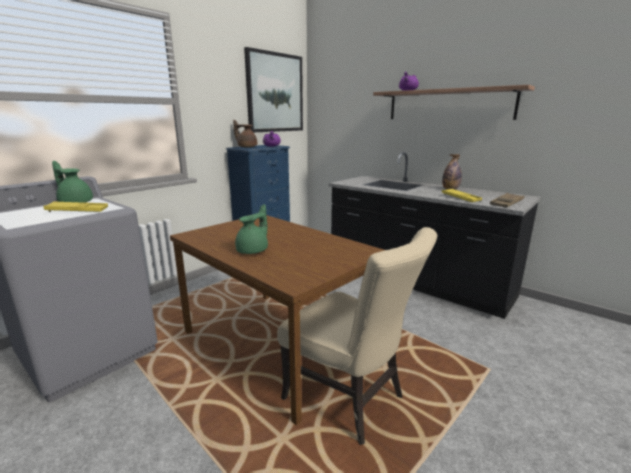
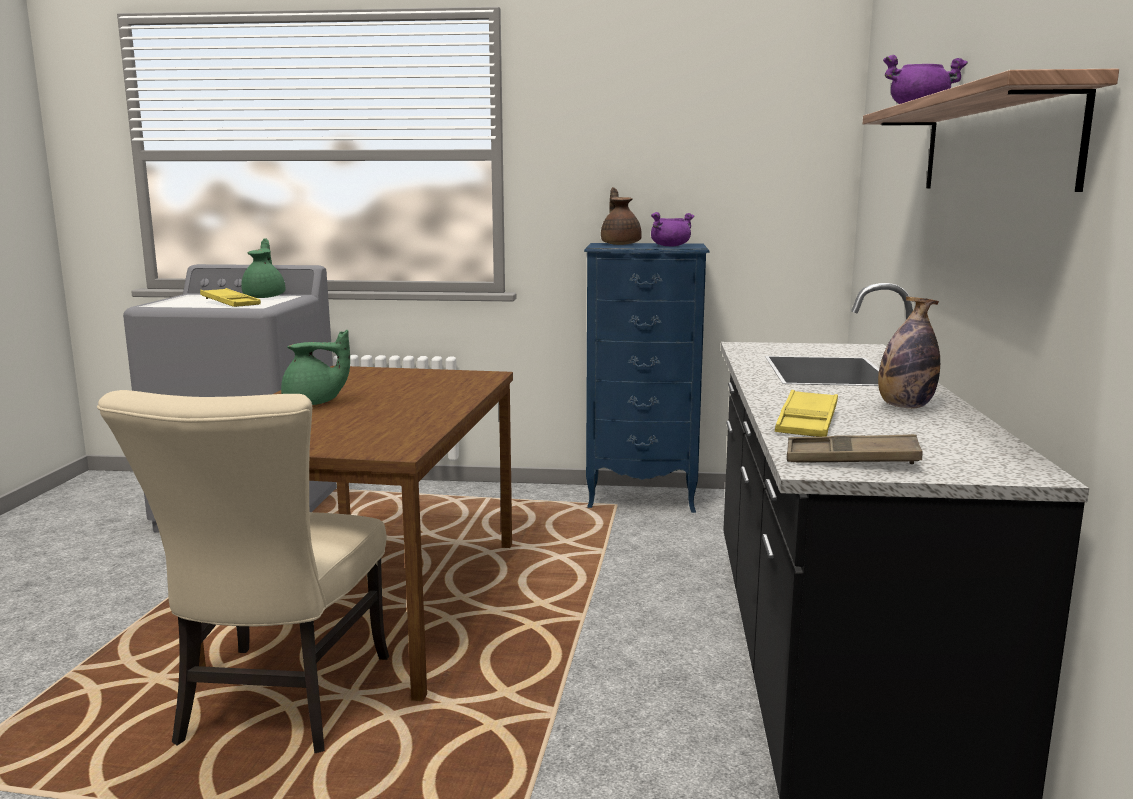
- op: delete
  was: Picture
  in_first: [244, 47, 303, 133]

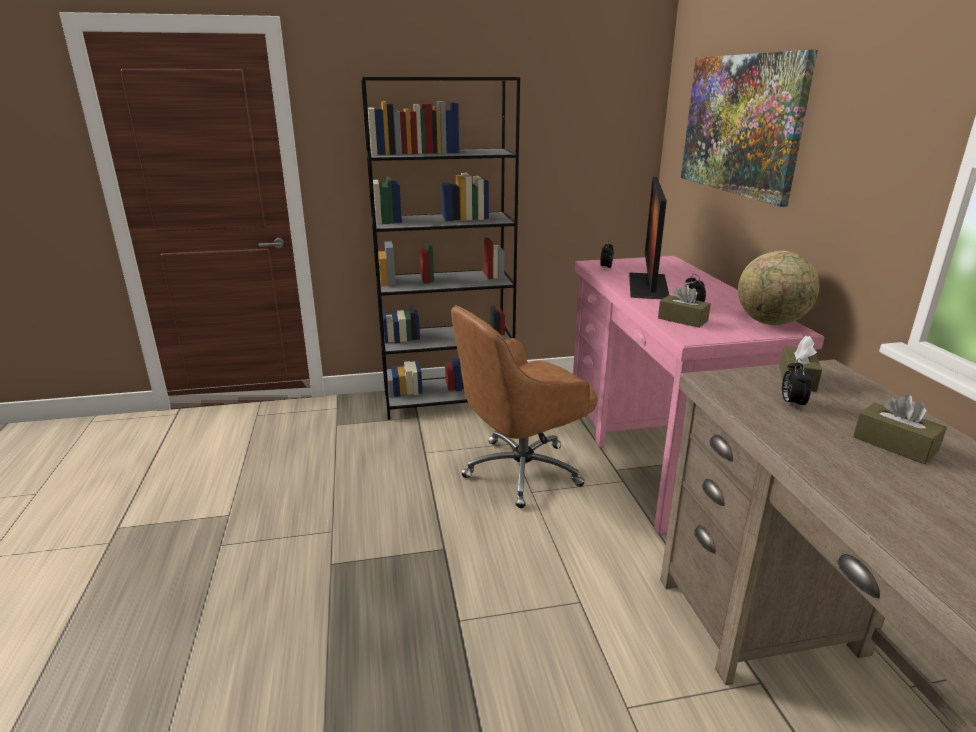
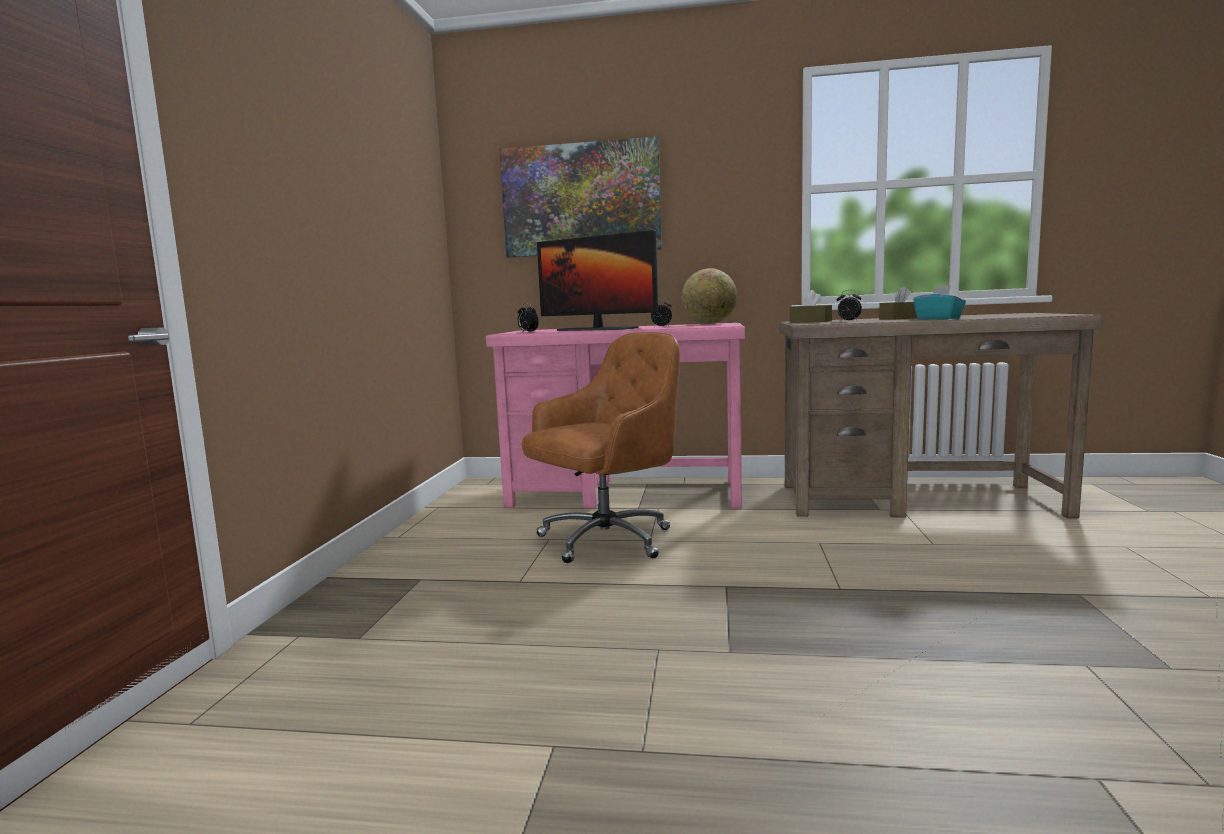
- op: delete
  was: GreyBookcase
  in_first: [361, 77, 520, 420]
- op: rotate
  was: BrownOfficeChair
  in_first: [451, 305, 598, 508]
  in_second: [521, 332, 680, 563]
  clockwise: -120
- op: delete
  was: BrownTissueBox
  in_first: [658, 284, 711, 328]
- op: insert
  now: TurquoiseTissueBox
  in_second: [913, 285, 966, 320]

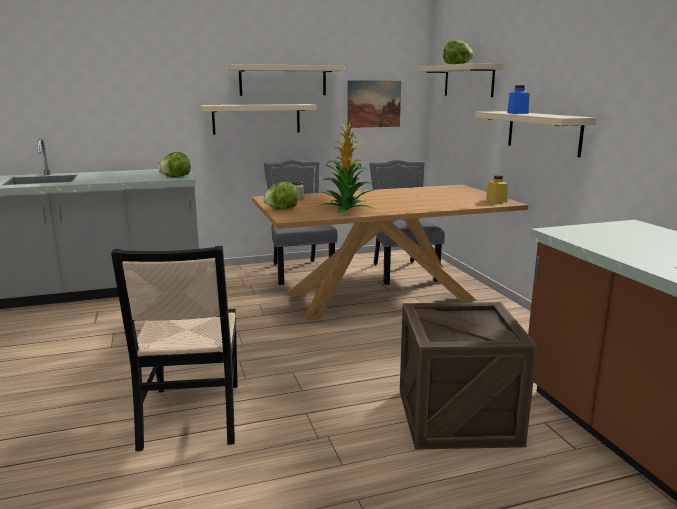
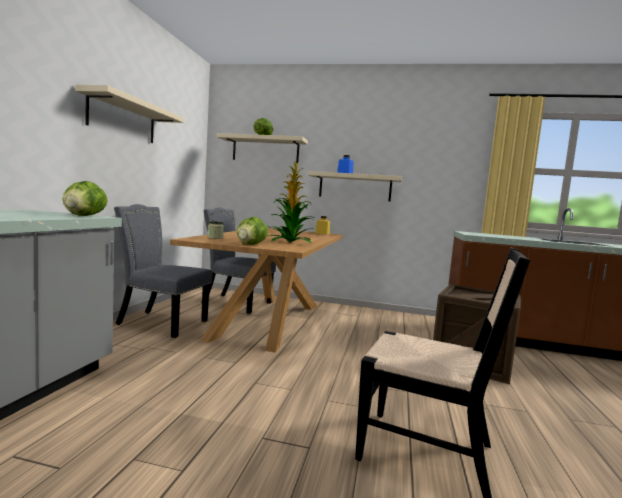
- op: delete
  was: BeigeShelf
  in_first: [200, 104, 317, 135]
- op: delete
  was: Picture
  in_first: [347, 80, 401, 128]

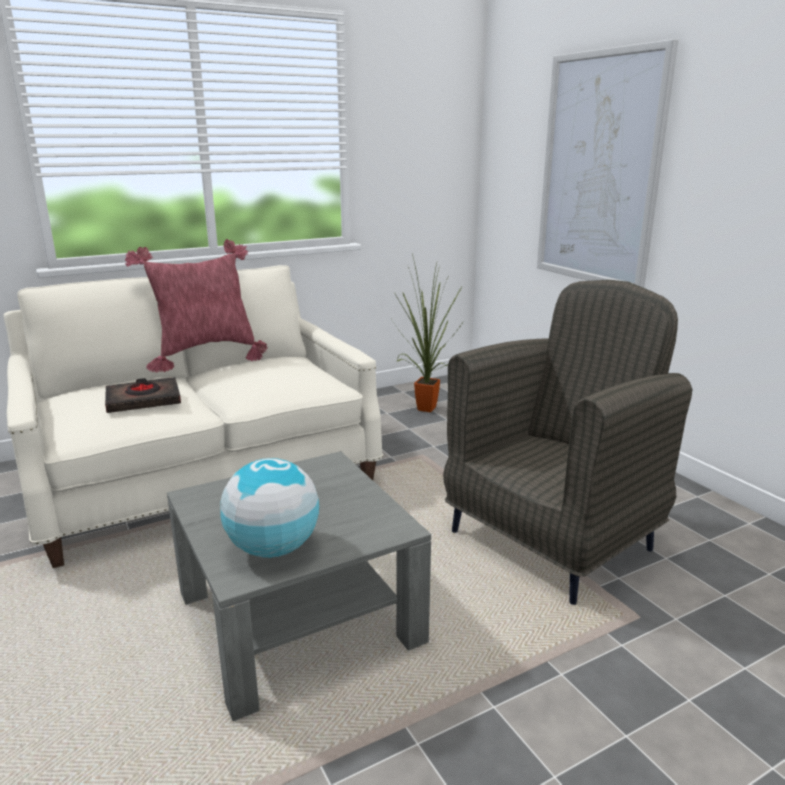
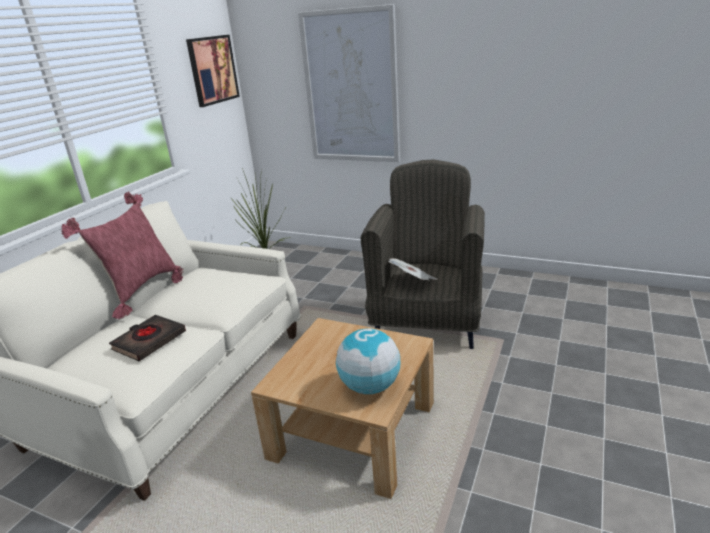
- op: recolor
  was: GreyCoffeeTable
  now: BrownCoffeeTable
  in_first: [167, 451, 431, 721]
  in_second: [251, 318, 434, 499]
- op: insert
  now: Picture
  in_second: [186, 35, 240, 107]
- op: insert
  now: Newspaper
  in_second: [388, 258, 437, 281]

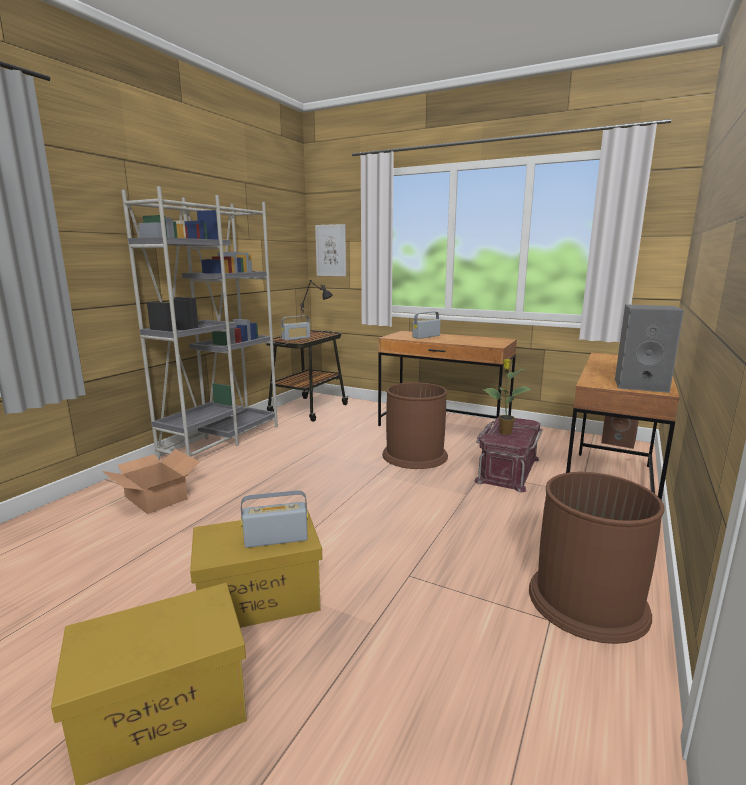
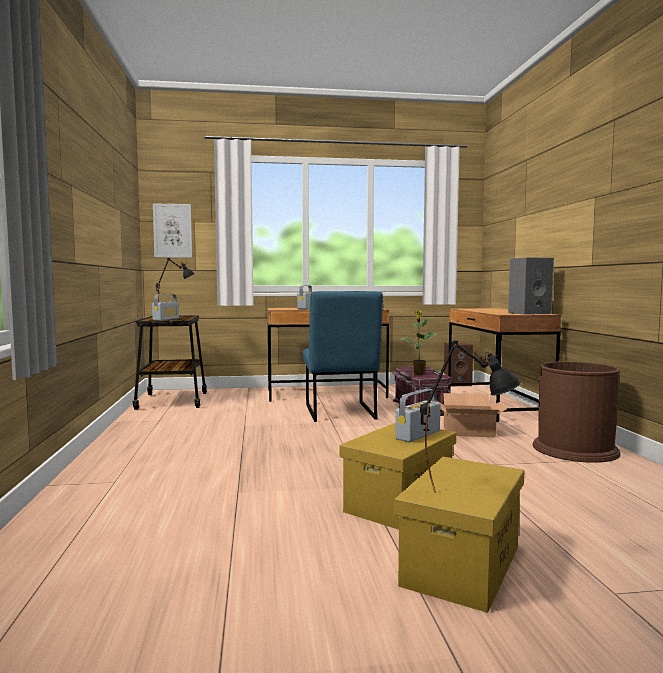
- op: move
  was: CardboardBox
  in_first: [102, 449, 199, 514]
  in_second: [436, 393, 507, 437]
- op: delete
  was: GreyBookcase
  in_first: [121, 186, 278, 460]
- op: replace
  was: BrownTrashCan
  now: BlueChair
  in_first: [382, 382, 448, 469]
  in_second: [303, 291, 383, 422]
- op: insert
  now: BlackTableLamp
  in_second: [420, 340, 521, 493]

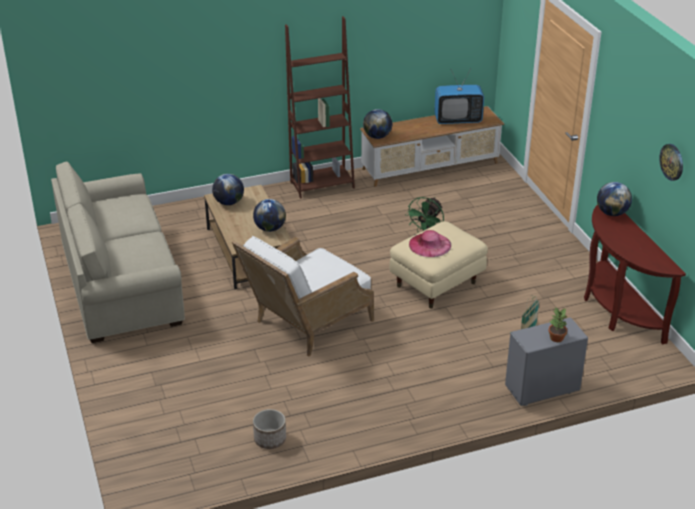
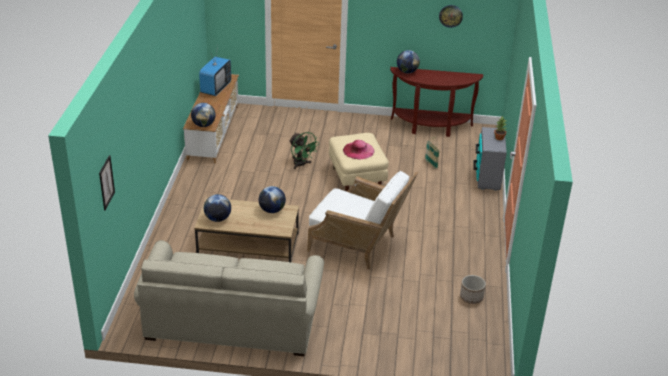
- op: rotate
  was: WhiteArmchair
  in_first: [232, 236, 374, 357]
  in_second: [307, 171, 418, 270]
  clockwise: -45
- op: delete
  was: BrownBookcase
  in_first: [285, 16, 355, 199]
- op: insert
  now: Picture
  in_second: [99, 155, 115, 210]

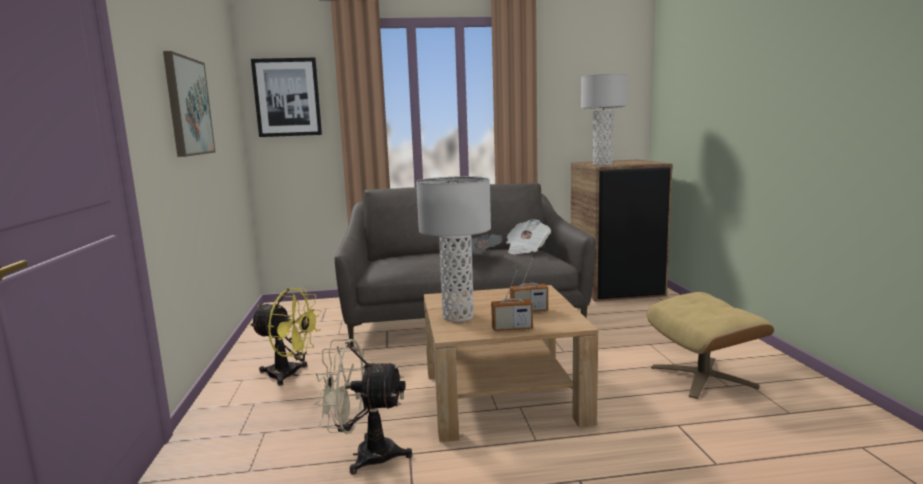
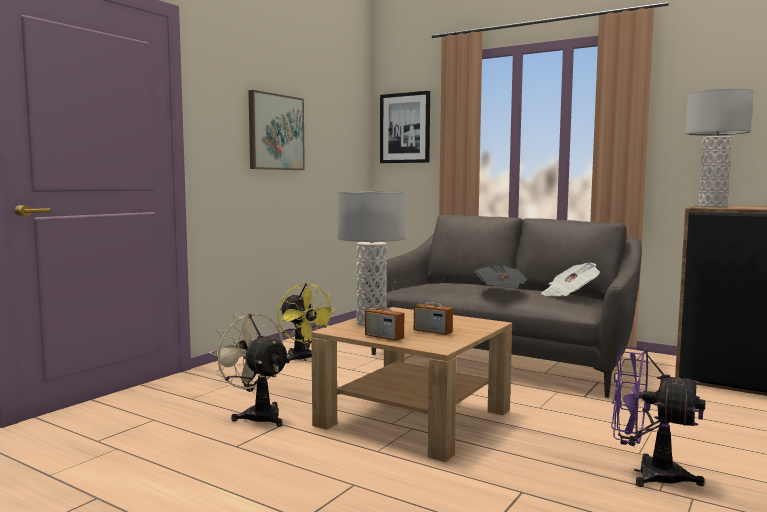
- op: replace
  was: BeigeOttoman
  now: PurpleFan
  in_first: [647, 292, 774, 399]
  in_second: [611, 346, 706, 487]

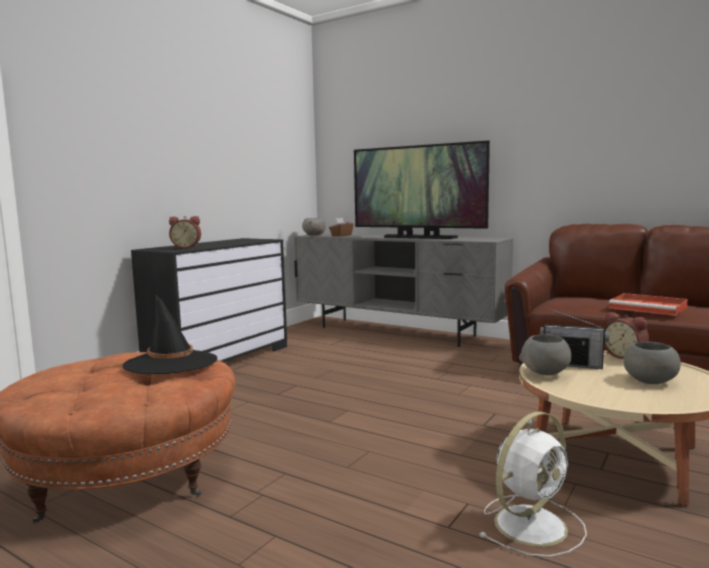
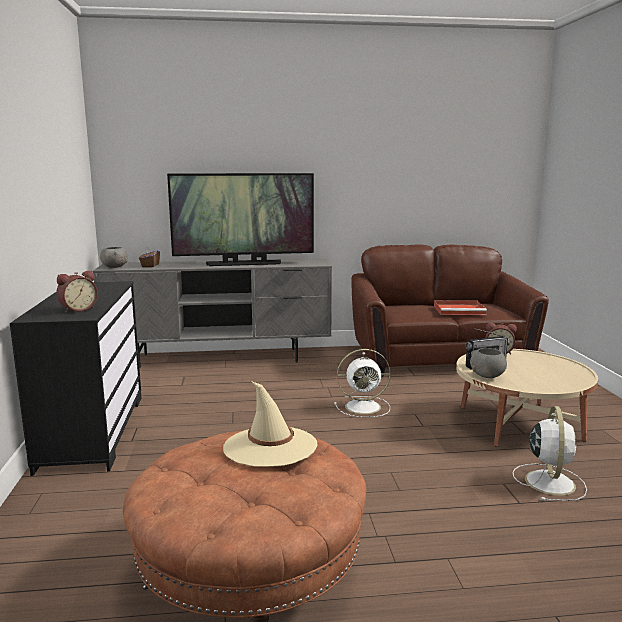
- op: recolor
  was: BlackHat
  now: BeigeHat
  in_first: [122, 296, 217, 374]
  in_second: [223, 381, 317, 467]
- op: delete
  was: GreyBowl
  in_first: [623, 342, 681, 384]
- op: insert
  now: WhiteFan
  in_second: [334, 349, 391, 418]

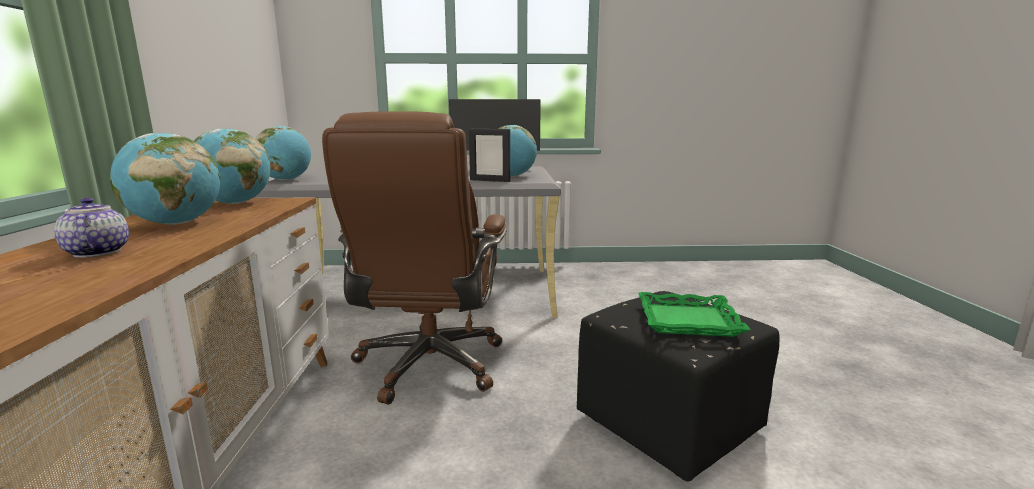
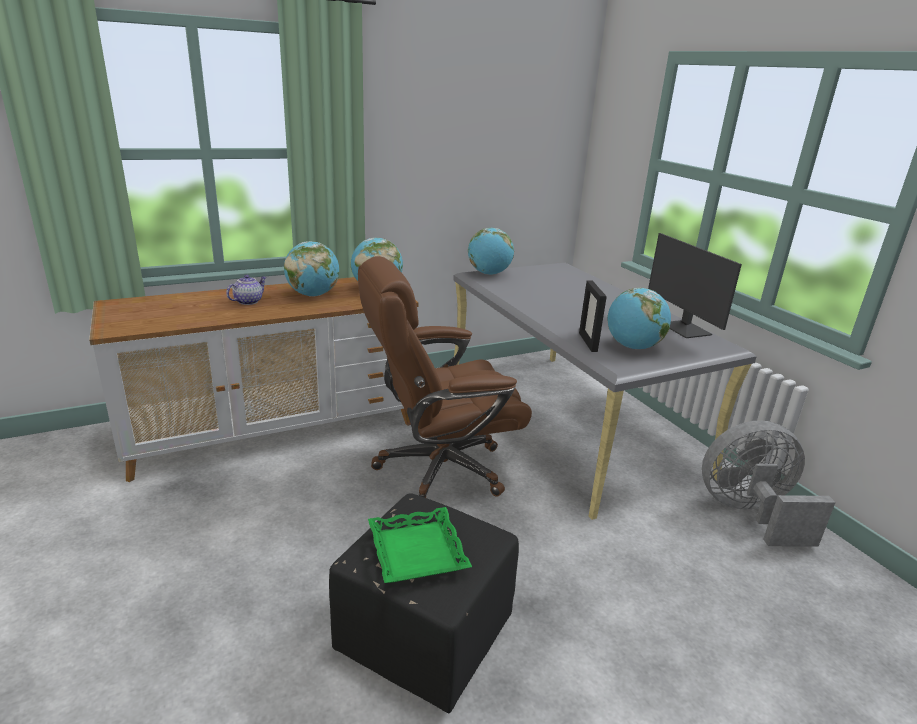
- op: insert
  now: GreyFan
  in_second: [702, 420, 836, 547]

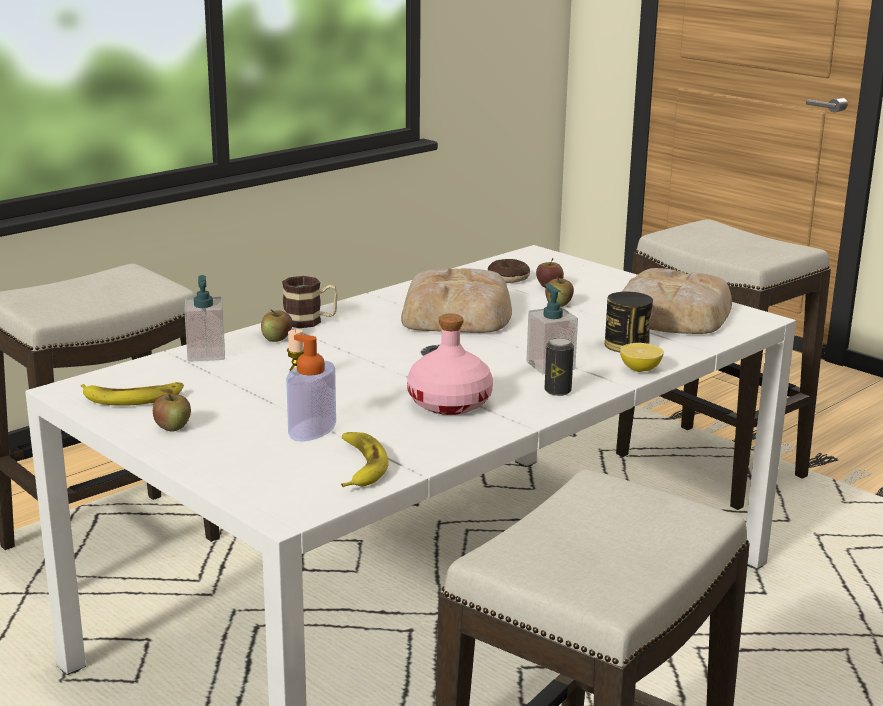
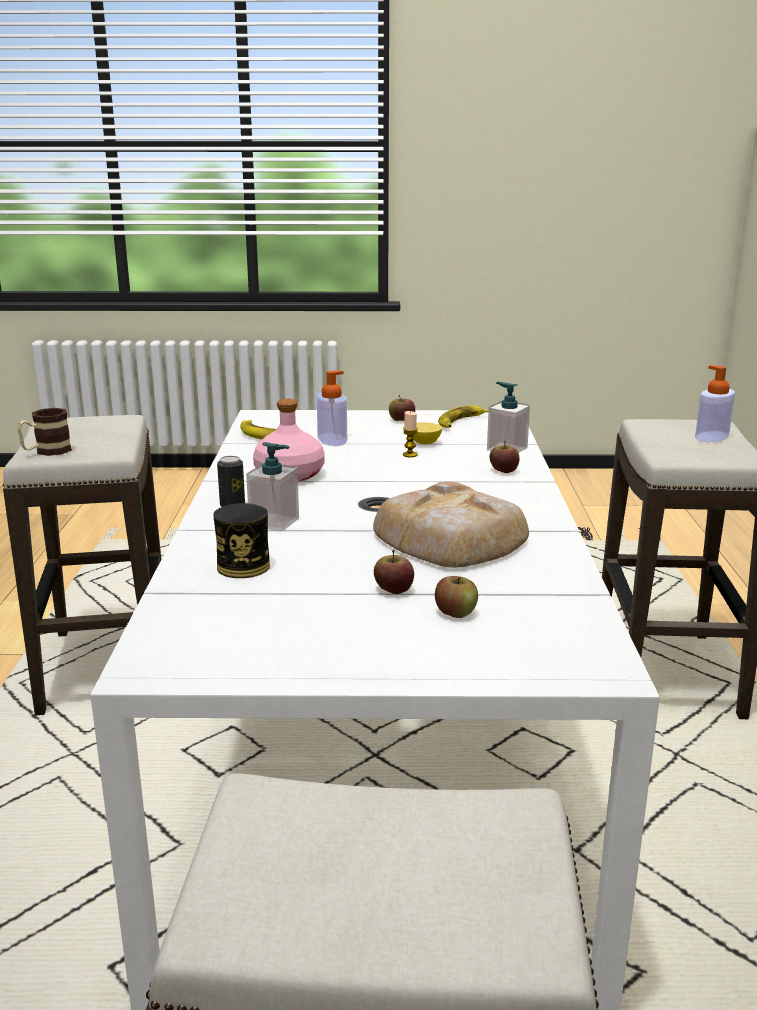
- op: move
  was: Mug
  in_first: [282, 276, 338, 328]
  in_second: [17, 408, 72, 456]
- op: delete
  was: Donut
  in_first: [488, 259, 530, 283]
- op: move
  was: Lemon
  in_first: [620, 343, 664, 372]
  in_second: [414, 422, 442, 445]
- op: delete
  was: Bread
  in_first: [622, 268, 732, 334]
- op: insert
  now: SoapDispenser
  in_second: [695, 365, 735, 442]

